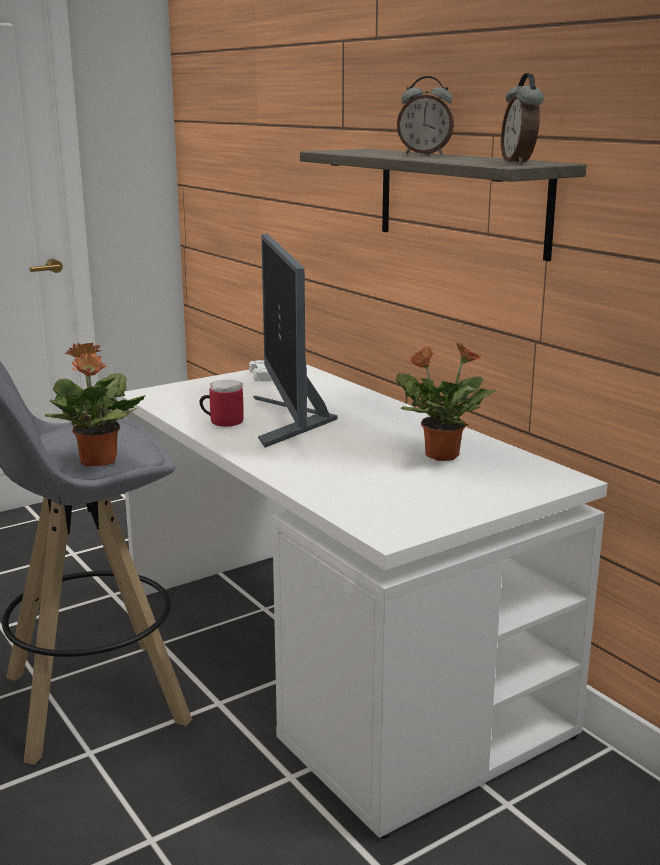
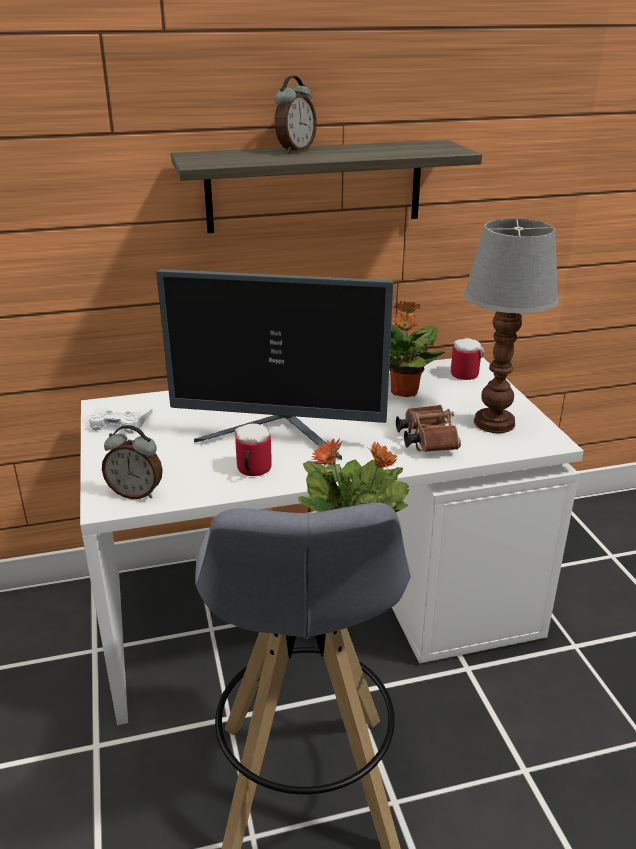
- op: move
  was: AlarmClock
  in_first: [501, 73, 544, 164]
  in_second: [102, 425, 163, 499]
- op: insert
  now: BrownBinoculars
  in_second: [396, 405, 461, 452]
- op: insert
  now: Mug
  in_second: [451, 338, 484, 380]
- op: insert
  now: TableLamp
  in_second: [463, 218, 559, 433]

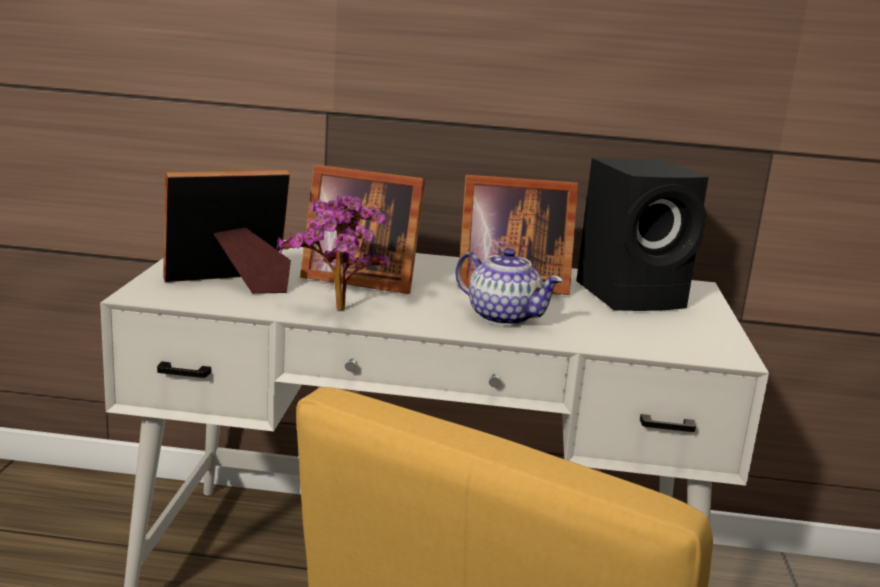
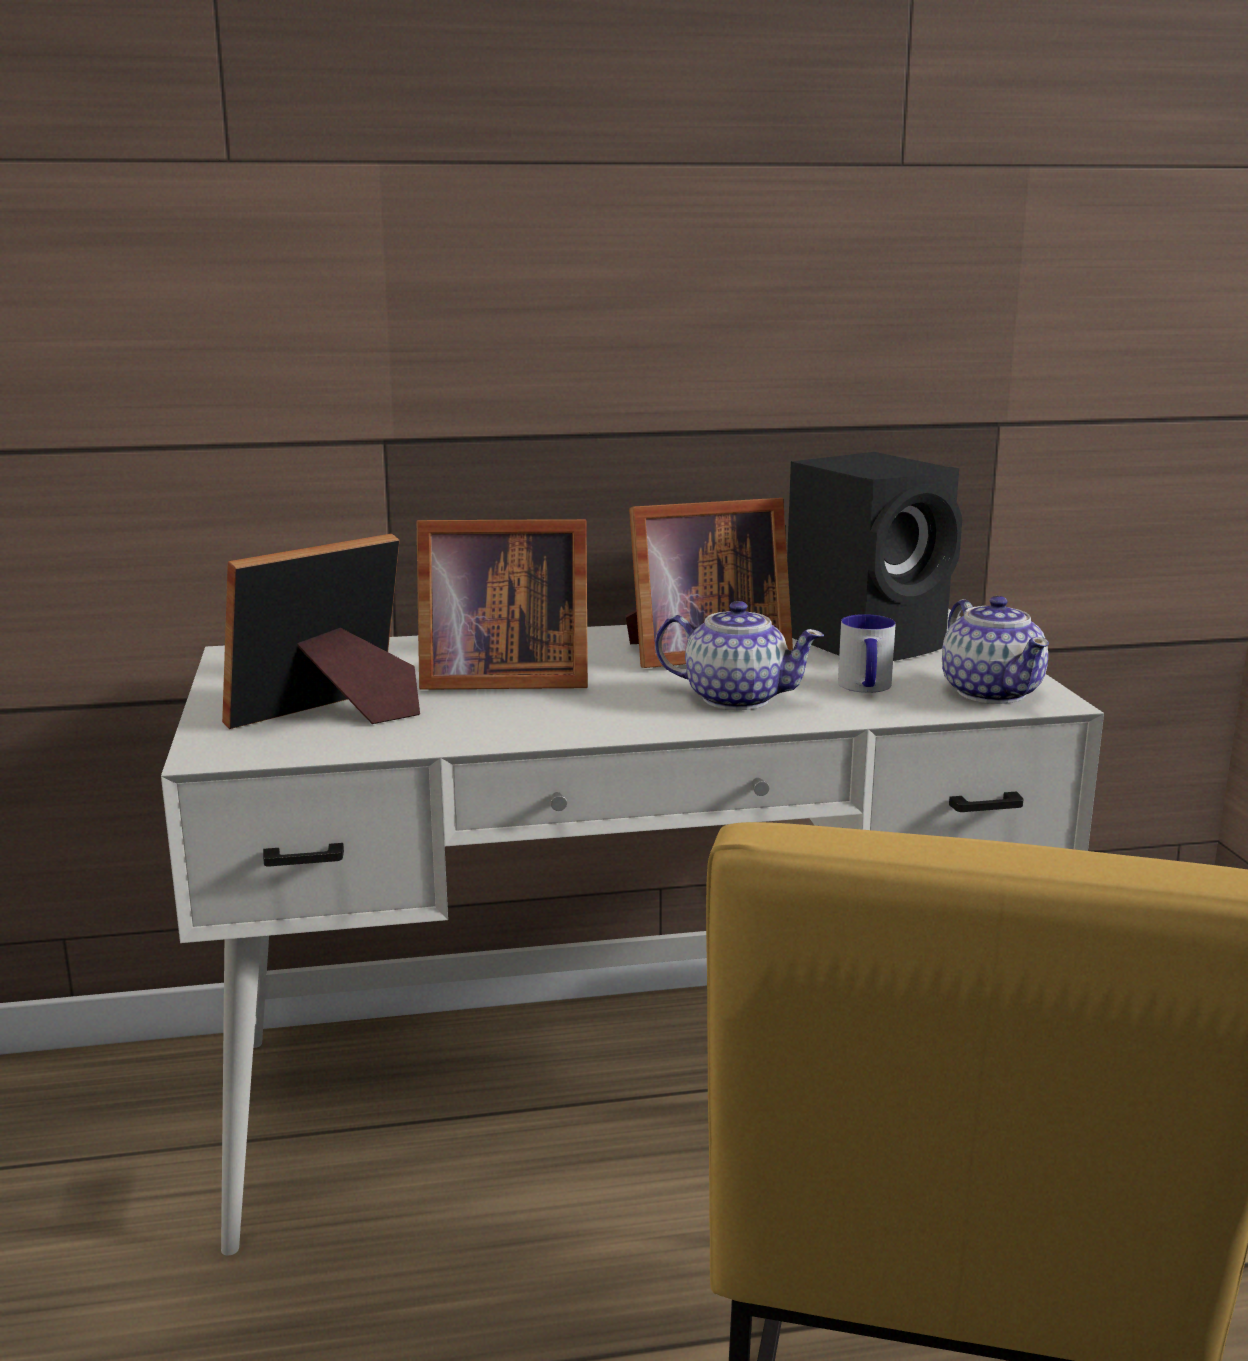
- op: delete
  was: PottedPlant
  in_first: [276, 195, 390, 311]
- op: insert
  now: Mug
  in_second: [838, 614, 895, 693]
- op: insert
  now: Teapot
  in_second: [942, 596, 1049, 704]

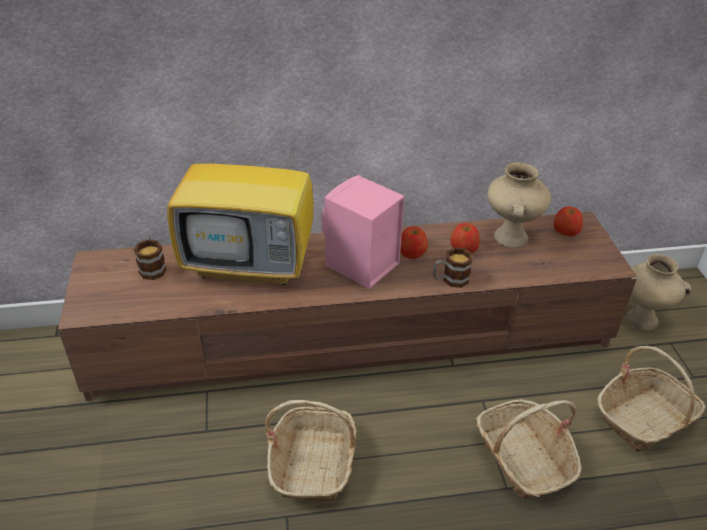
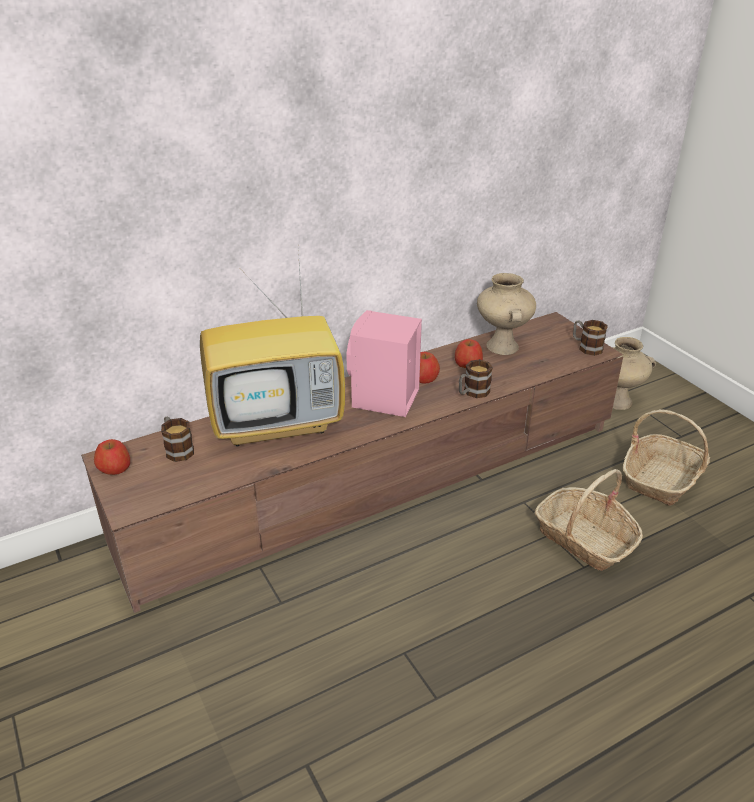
- op: delete
  was: Basket
  in_first: [265, 400, 356, 502]
- op: move
  was: Apple
  in_first: [554, 206, 583, 236]
  in_second: [94, 439, 130, 475]
- op: insert
  now: Mug
  in_second: [573, 320, 608, 356]

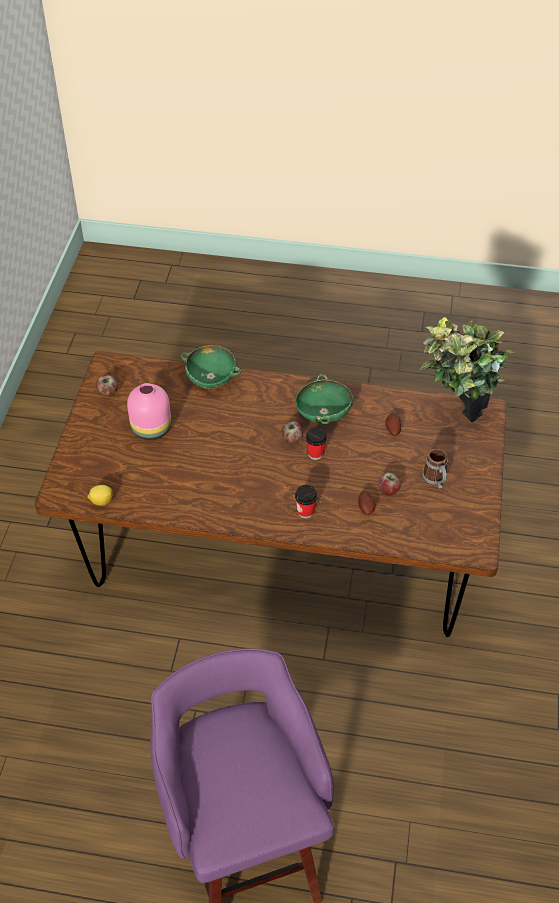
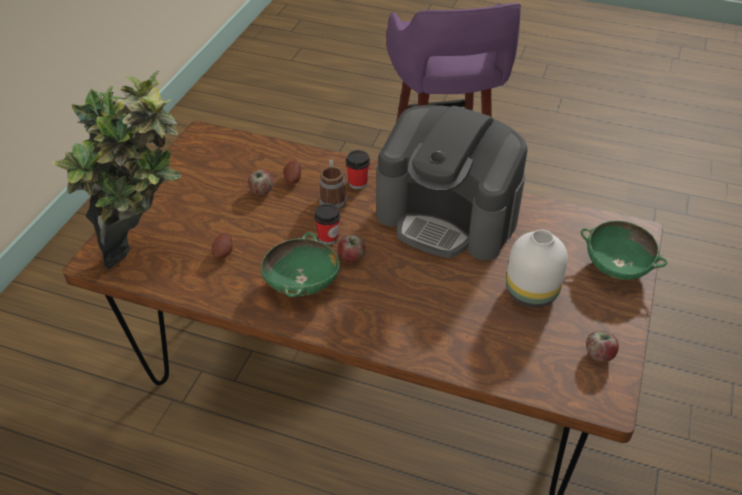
- op: delete
  was: Lemon
  in_first: [87, 485, 113, 505]
- op: recolor
  was: PinkVase
  now: WhiteVase
  in_first: [127, 383, 171, 440]
  in_second: [506, 230, 568, 308]
- op: move
  was: GreenBowl
  in_first: [181, 345, 241, 389]
  in_second: [581, 221, 667, 280]
- op: move
  was: Mug
  in_first: [422, 449, 448, 489]
  in_second: [319, 160, 347, 210]
- op: insert
  now: CoffeeMachine
  in_second: [376, 105, 528, 261]

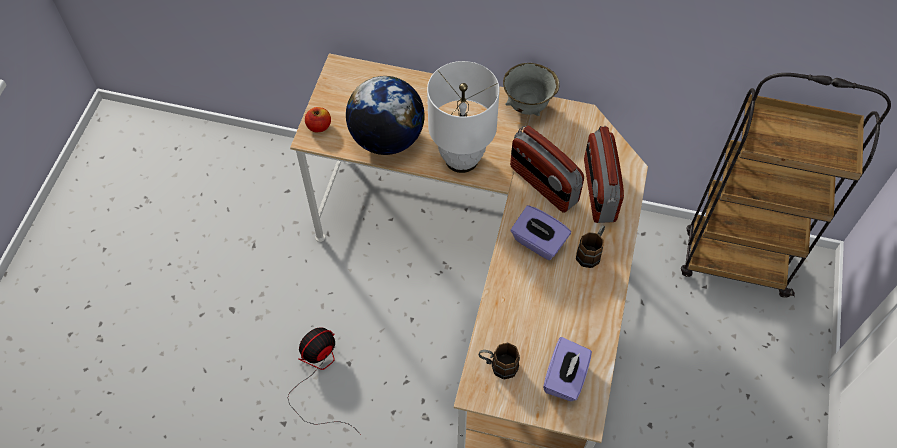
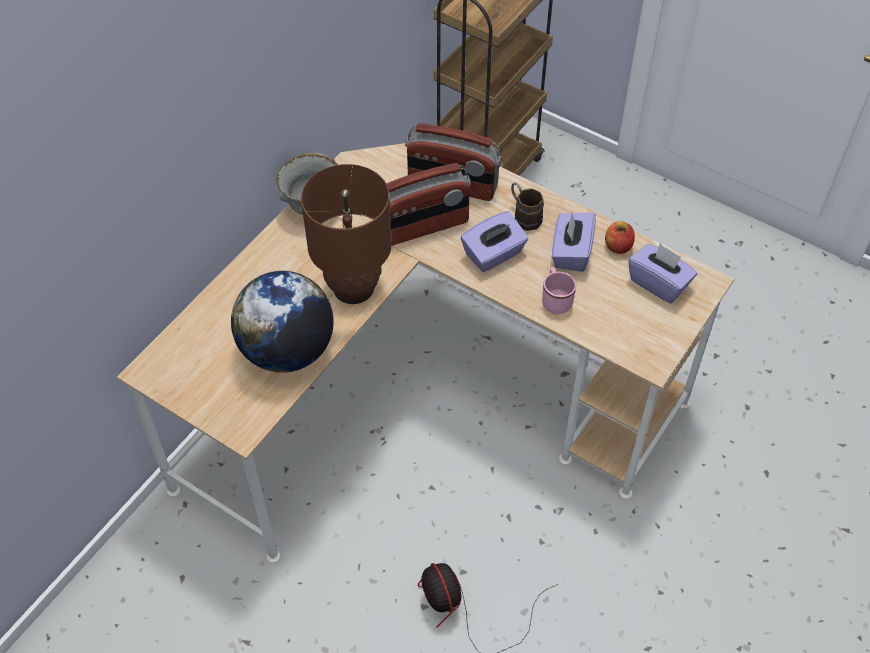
- op: move
  was: Apple
  in_first: [305, 107, 331, 132]
  in_second: [605, 221, 635, 254]
- op: recolor
  was: WhiteTableLamp
  now: BrownTableLamp
  in_first: [427, 61, 500, 173]
  in_second: [301, 164, 392, 304]
- op: delete
  was: BrownMug
  in_first: [479, 342, 520, 380]
- op: insert
  now: PinkMug
  in_second: [542, 267, 576, 314]
- op: insert
  now: PurpleTissueBox
  in_second: [552, 213, 596, 272]

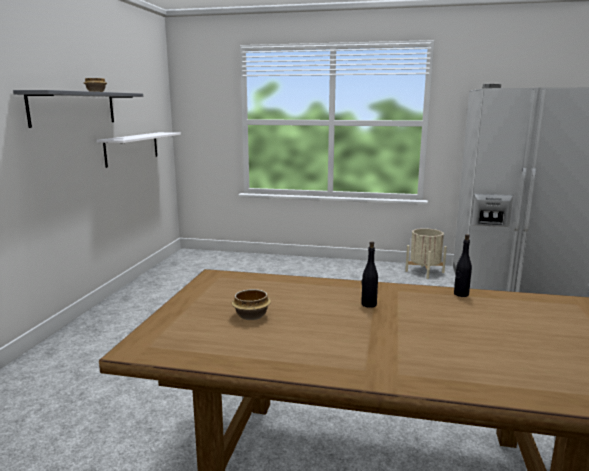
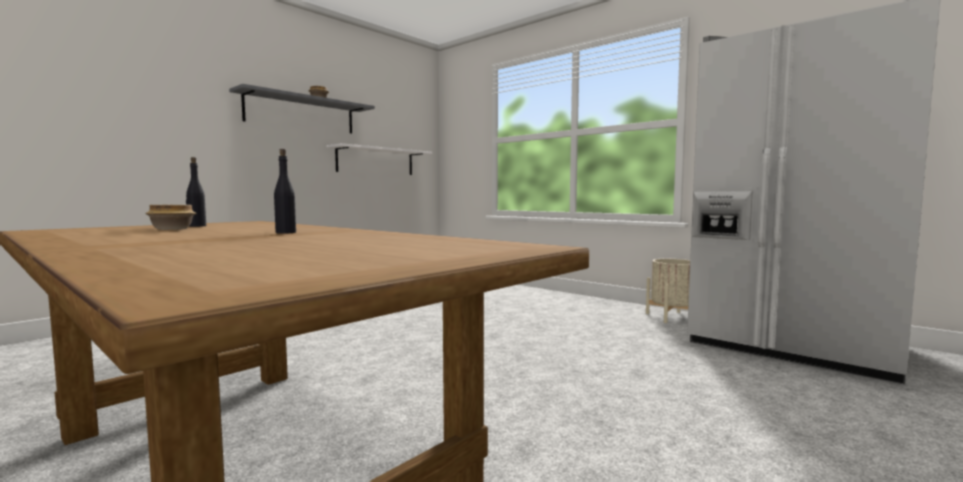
- op: move
  was: BlackBottle
  in_first: [454, 234, 472, 297]
  in_second: [186, 157, 206, 227]

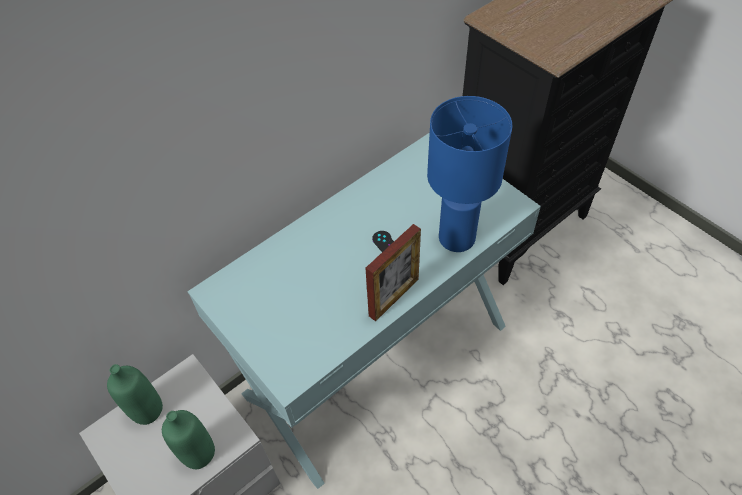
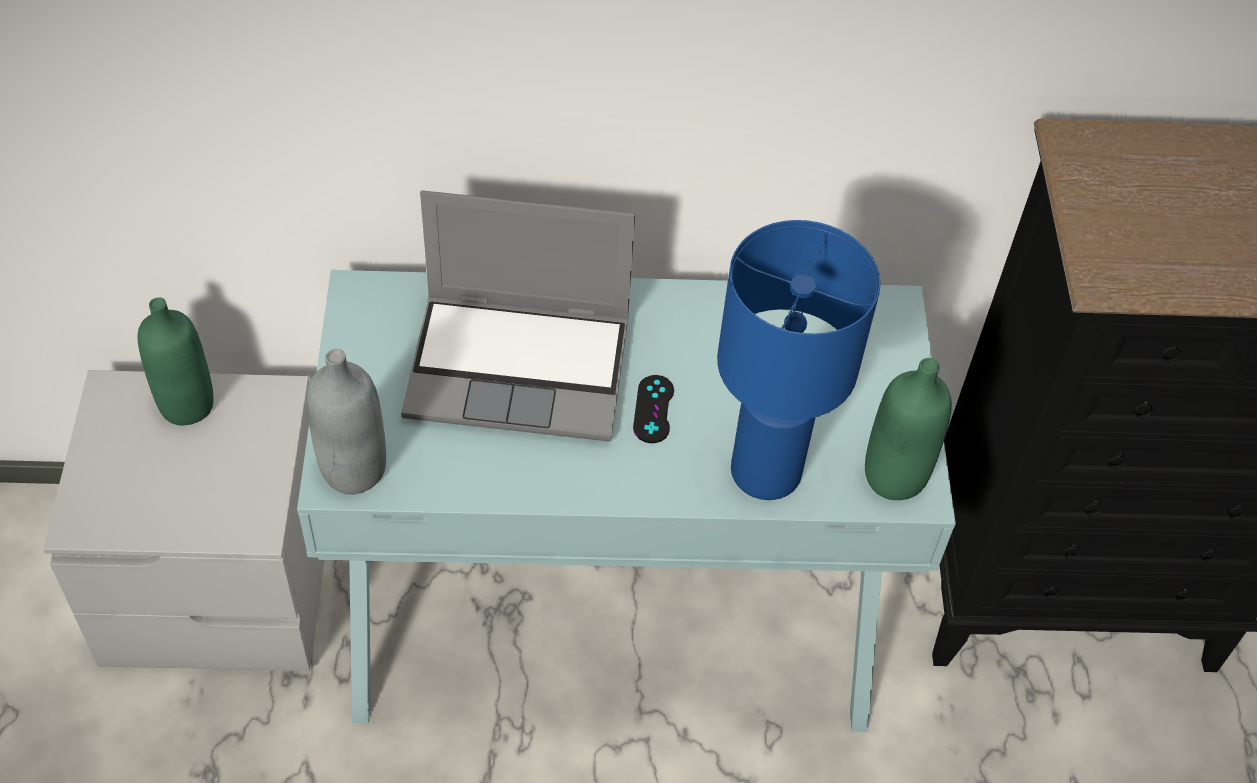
- op: move
  was: GreenBottle
  in_first: [162, 410, 215, 469]
  in_second: [865, 358, 952, 500]
- op: delete
  was: PictureFrame
  in_first: [365, 224, 421, 321]
- op: insert
  now: GreyBottle
  in_second: [306, 349, 386, 495]
- op: insert
  now: Laptop
  in_second: [401, 190, 635, 442]

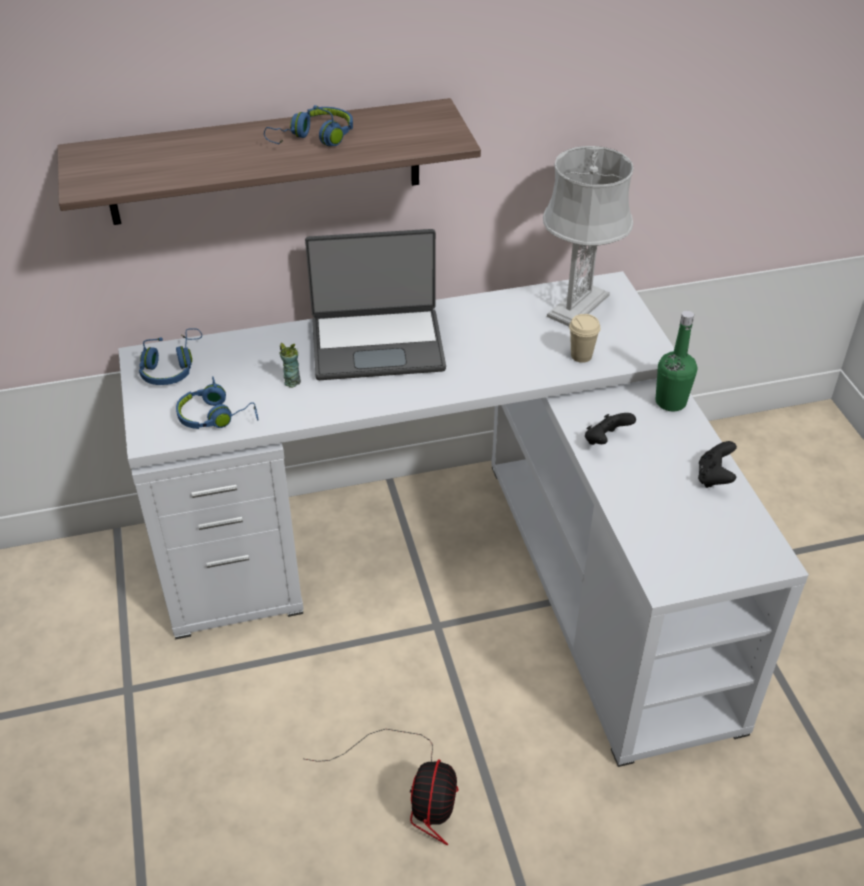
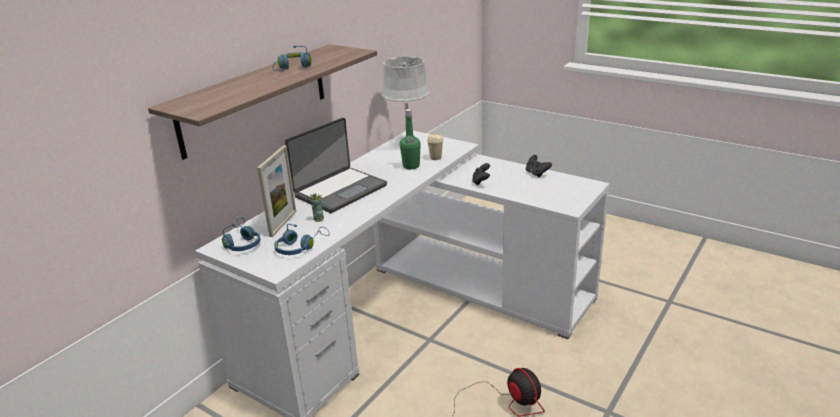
- op: move
  was: GreenBottle
  in_first: [656, 311, 697, 411]
  in_second: [400, 109, 421, 169]
- op: insert
  now: PictureFrame
  in_second: [257, 145, 296, 237]

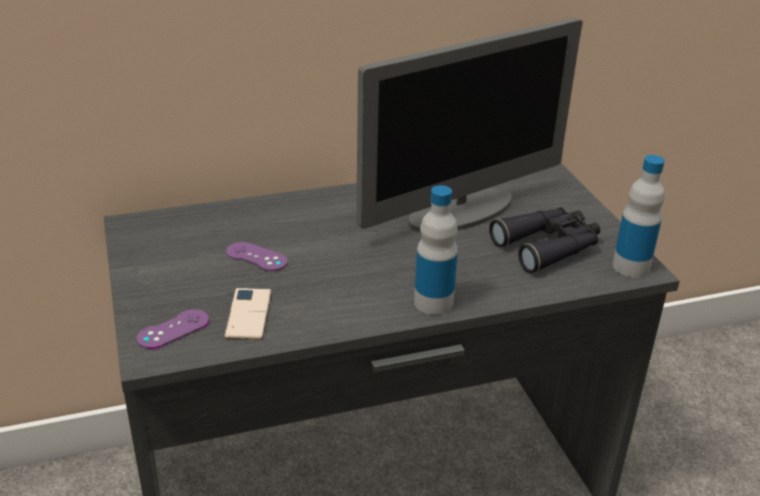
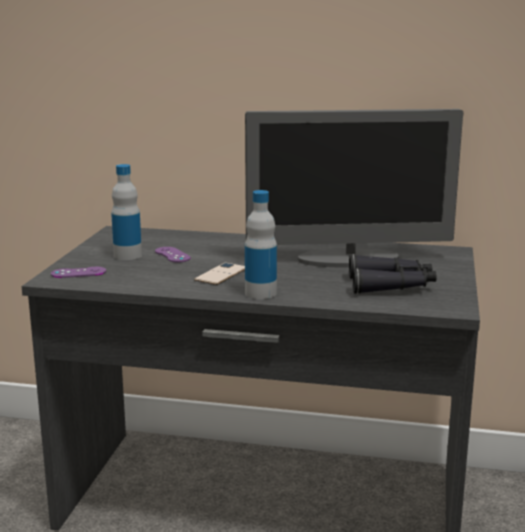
- op: move
  was: Phone
  in_first: [224, 288, 271, 339]
  in_second: [194, 262, 245, 285]
- op: move
  was: Bottle
  in_first: [613, 155, 665, 278]
  in_second: [111, 164, 142, 260]

